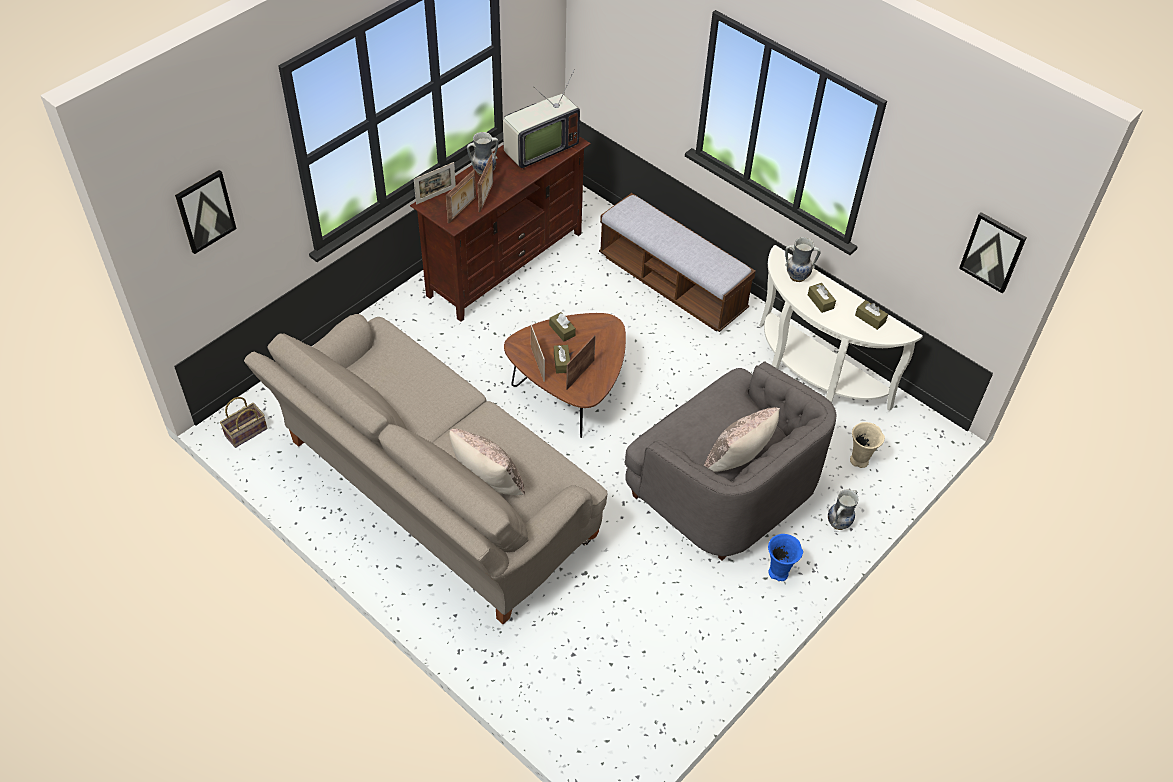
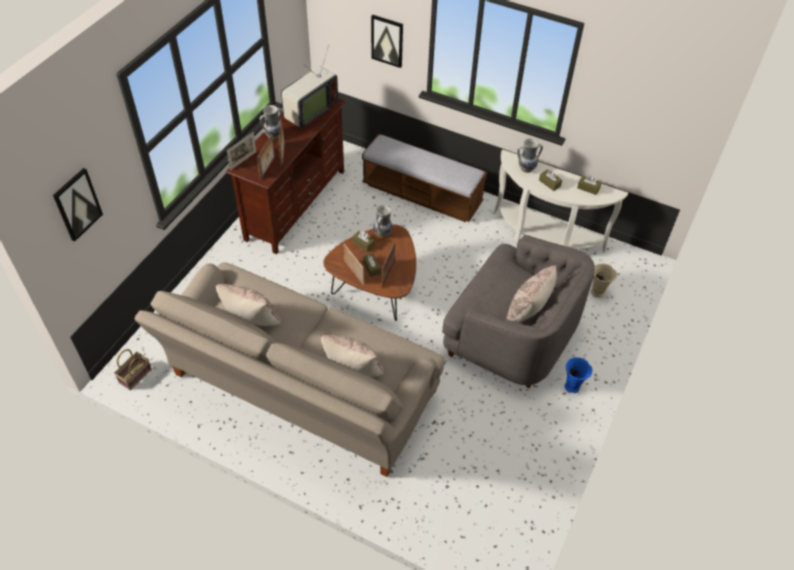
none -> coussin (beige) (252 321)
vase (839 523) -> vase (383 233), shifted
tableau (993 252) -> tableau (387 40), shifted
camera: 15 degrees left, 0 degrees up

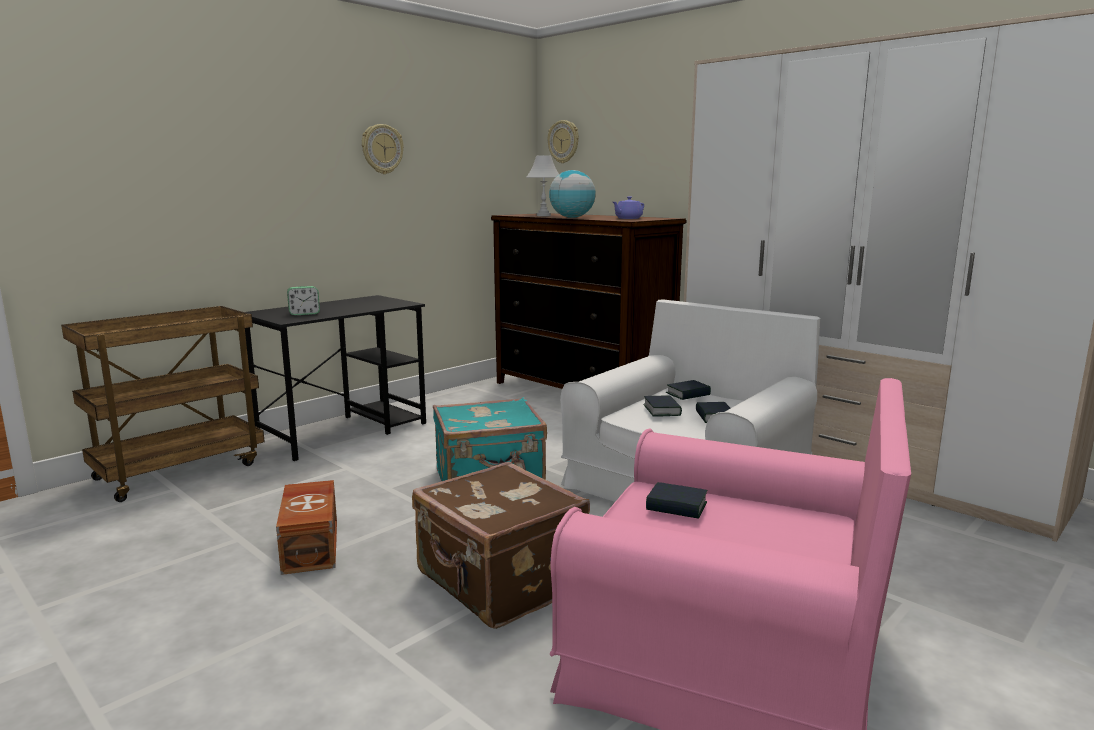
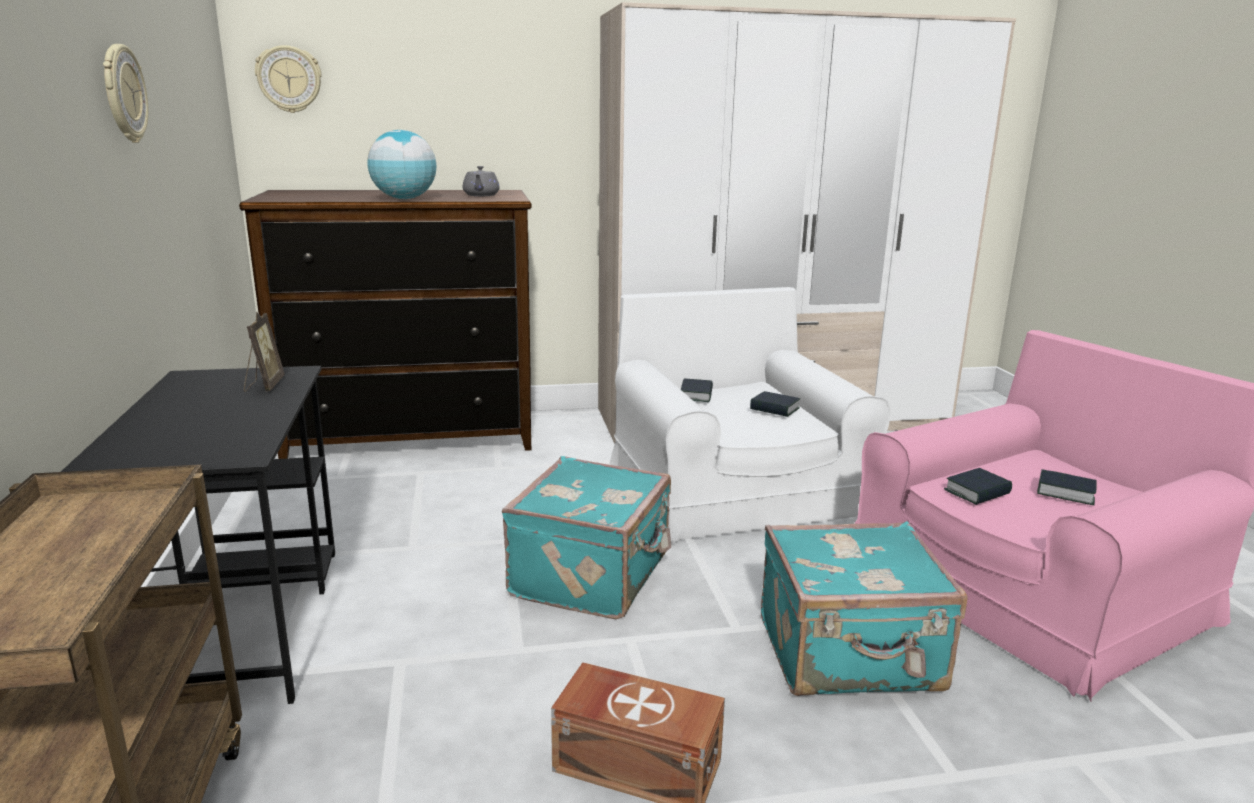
réveil (304 313) -> none
lampe de table (blanc) (544 216) -> none
none -> cadre photo (264 386)
livre (662 410) -> livre (1065 493), shifted
valise (marron) (499 582) -> valise (turquoise) (850 655)
théière (violet) (628 218) -> théière (gris) (481 195)
camera: 55 degrees left, 5 degrees up

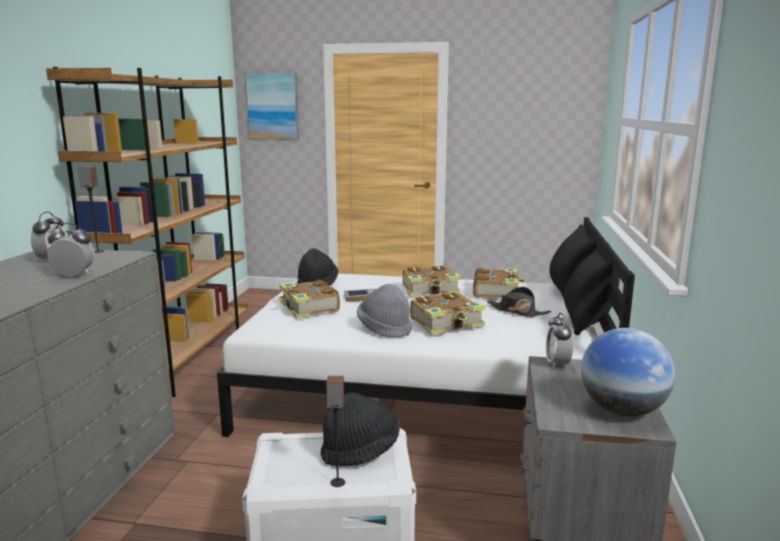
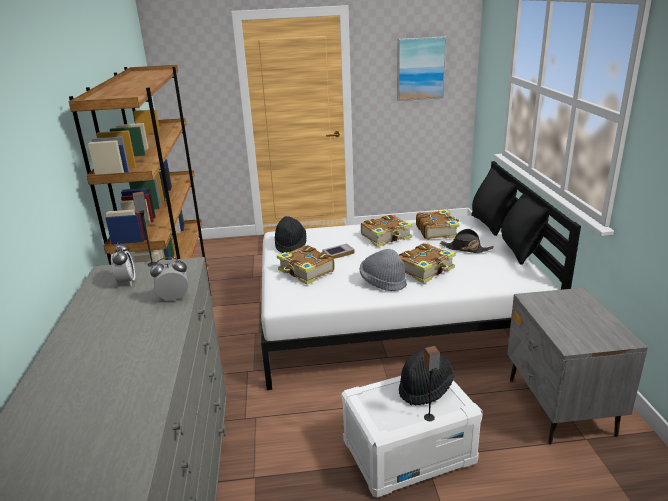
réveil (557 364) -> none
globe (622 410) -> none
tableau (272 106) -> tableau (420 68), shifted
camera: 15 degrees left, 10 degrees up

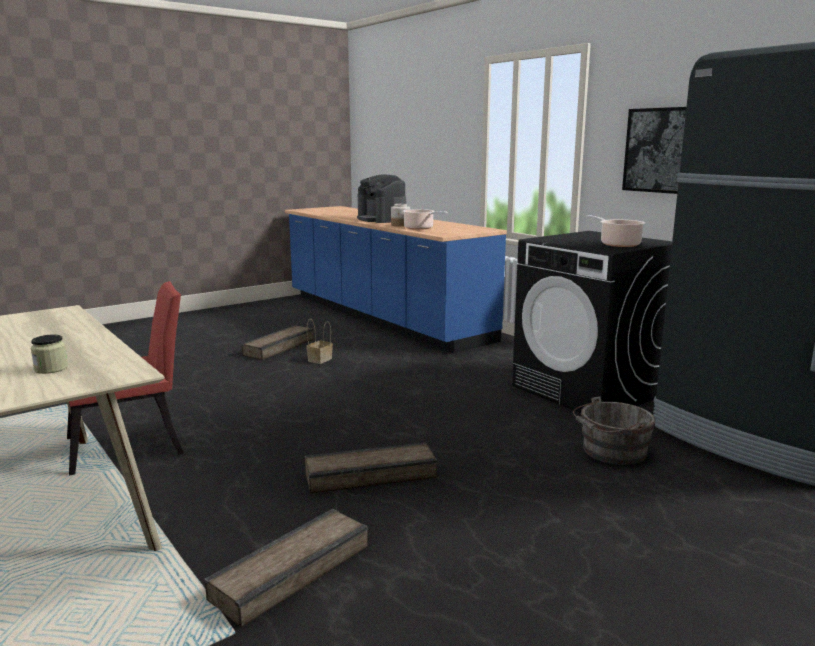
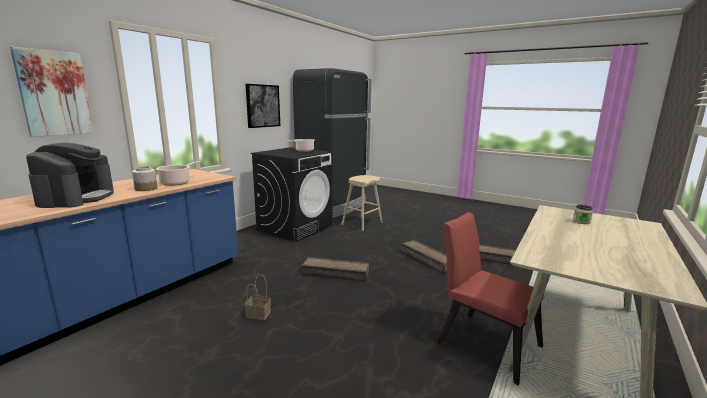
none -> tableau (54 93)
caisse (278 347) -> caisse (335 273), shifted
seau (gris) (611 451) -> tabouret (beige) (362 223)
machine à café (382 219) -> machine à café (77 198), 45 degrees counterclockwise
camera: 110 degrees left, 0 degrees up

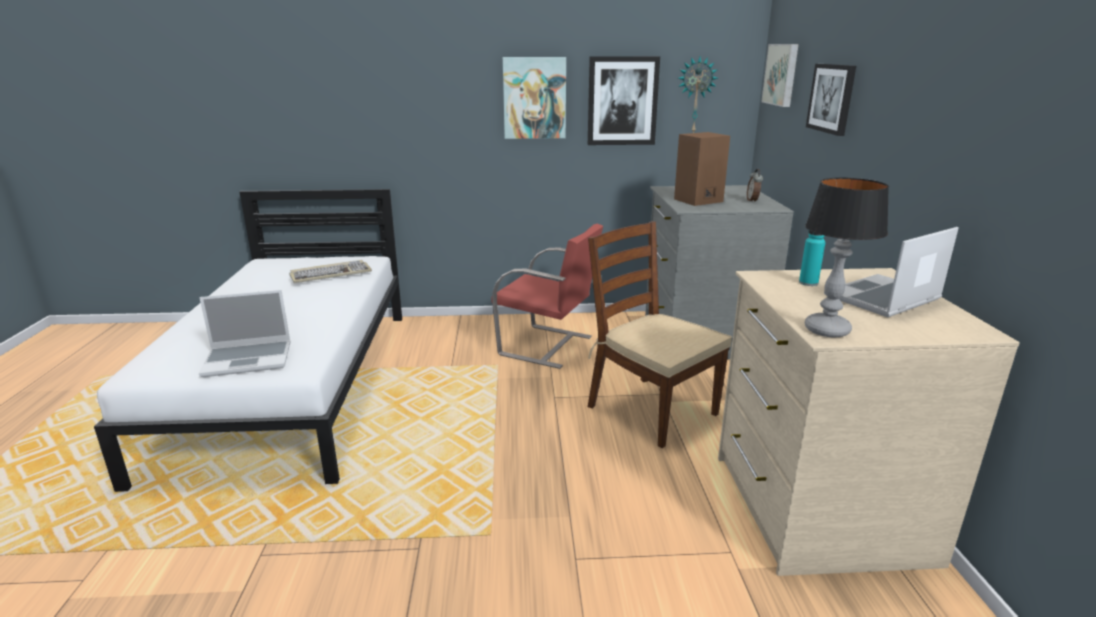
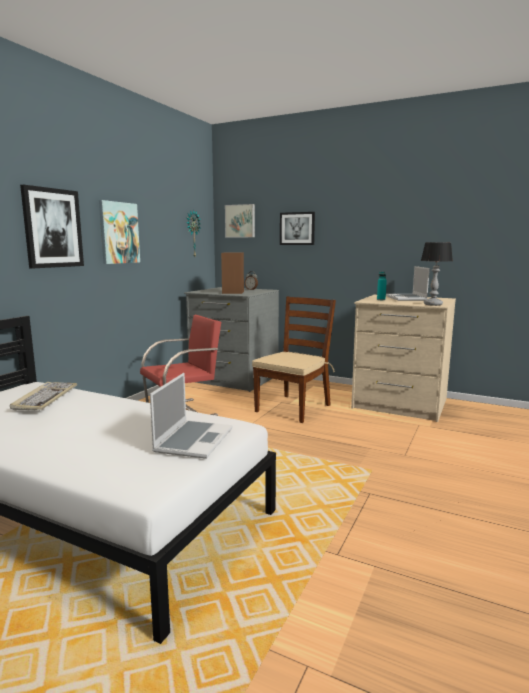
tableau (622 101) -> tableau (52 228), shifted
chaise (marron) (650 410) -> chaise (marron) (293 408), 135 degrees clockwise
camera: 60 degrees left, 10 degrees down

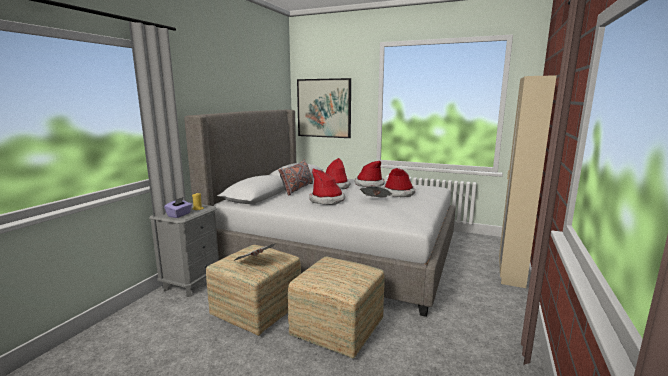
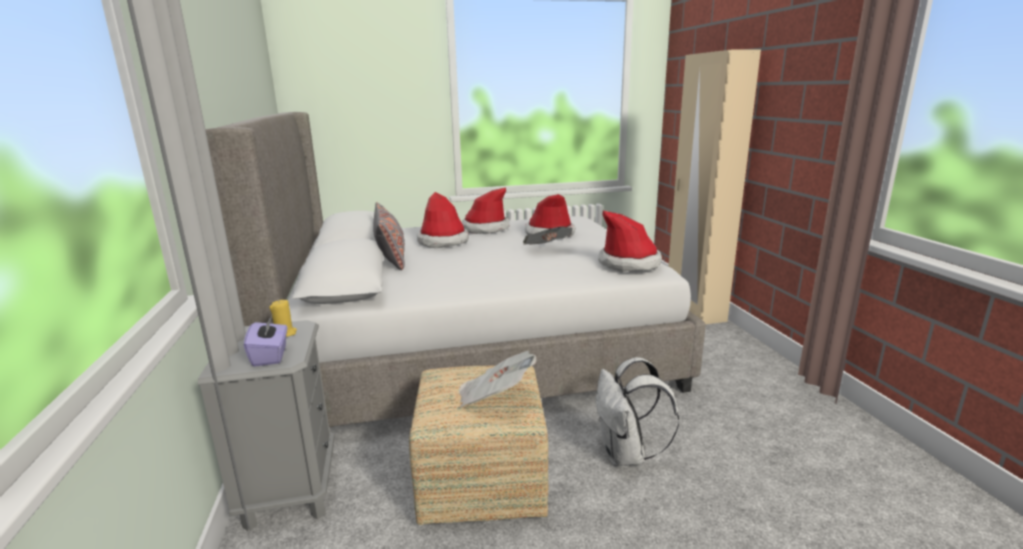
tableau (324 108) -> none
chapeau (327 200) -> chapeau (629 263), shifted
pouf (337 330) -> sac à dos (blanc) (626 455)
camera: 35 degrees left, 5 degrees up

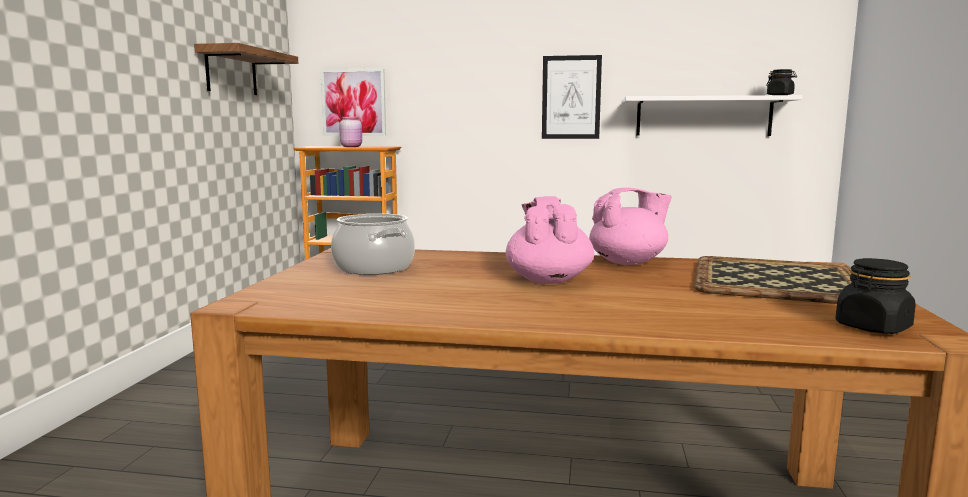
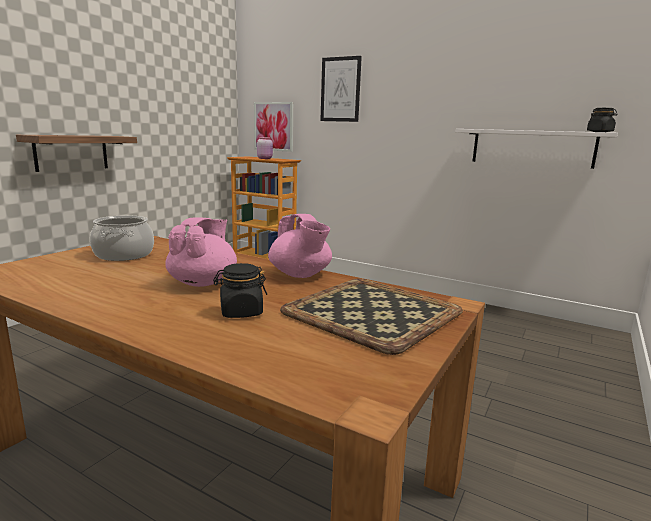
étagère (231 72) -> étagère (71 152), shifted
tableau (571 97) -> tableau (340 89), shifted
bocal (noir) (872 327) -> bocal (noir) (241 312), shifted
théière (rose) (628 262) -> théière (rose) (300 275), 60 degrees clockwise
camera: 20 degrees right, 5 degrees up

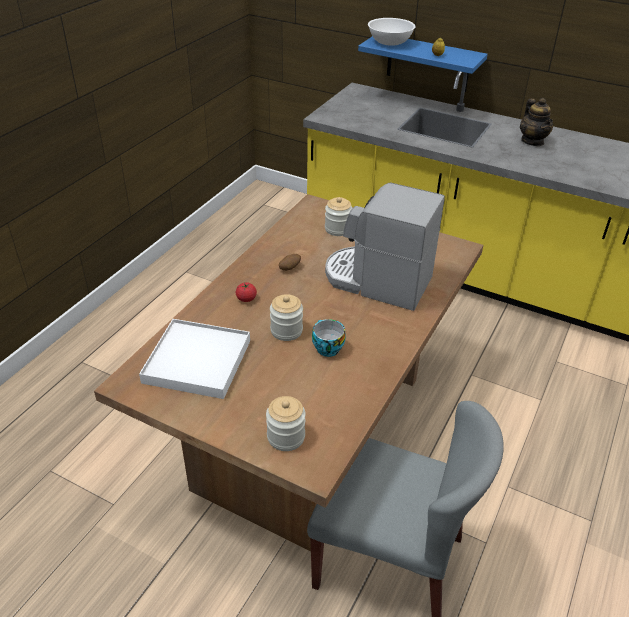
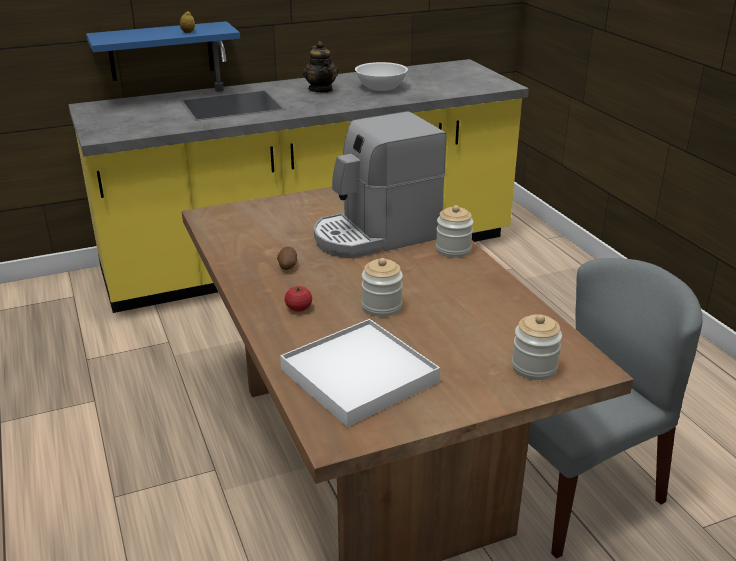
tasse (326 348) -> none
bocal (338 229) -> bocal (453 250), shifted
bol (blanc) (389 42) -> bol (blanc) (381 88), shifted
théière (532 141) -> théière (321 90), 45 degrees clockwise
camera: 50 degrees left, 10 degrees down

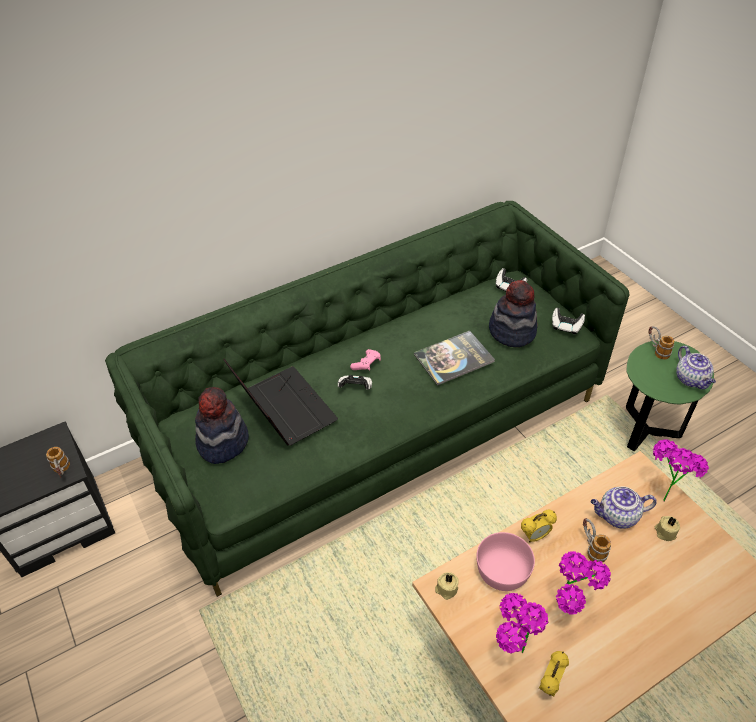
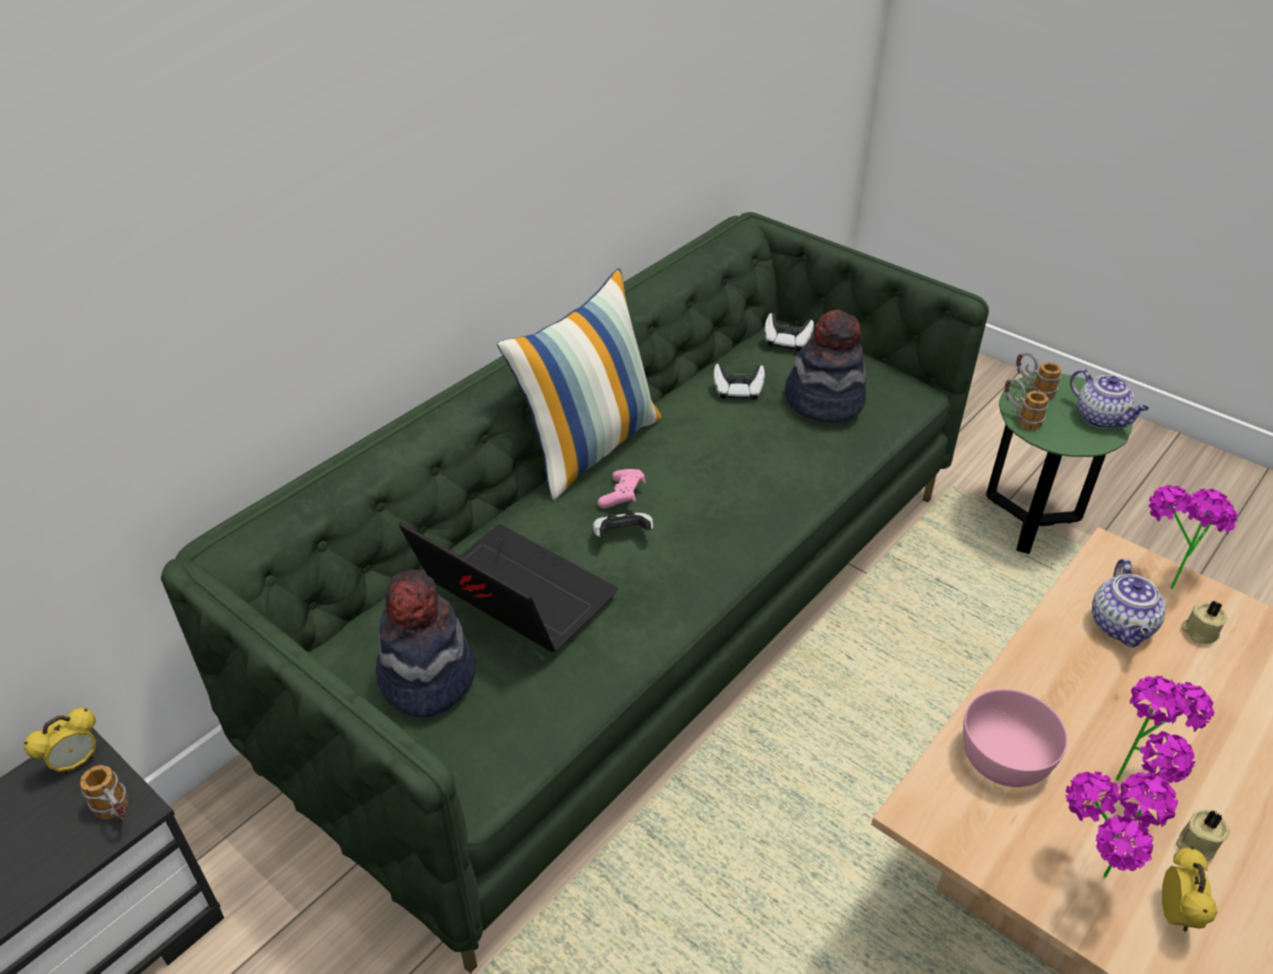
livre (454 358) -> none
none -> coussin (589 446)
bougie (beige) (446 589) -> bougie (beige) (1195 843), shifted
réveil (534 536) -> réveil (77 762), shifted
manette (566 327) -> manette (738 391), shifted
mug (591 547) -> mug (1019 418), shifted
théière (617 516) -> théière (1121 627), 60 degrees counterclockwise
camera: 20 degrees left, 5 degrees down

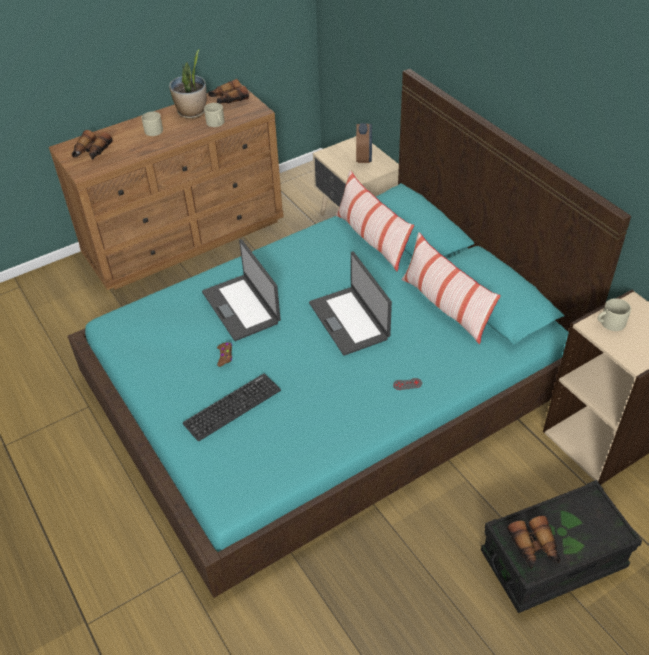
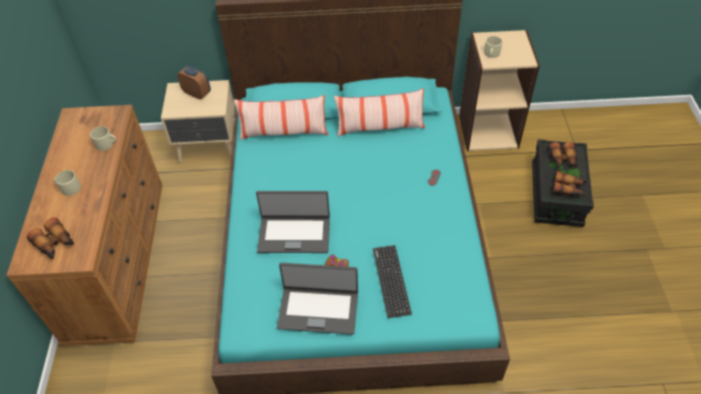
plante en pot (192 112) -> none
jumelles (228 99) -> jumelles (562 160), shifted
ordinateur portable (350 320) -> ordinateur portable (318 309), shifted
camera: 60 degrees left, 5 degrees up

